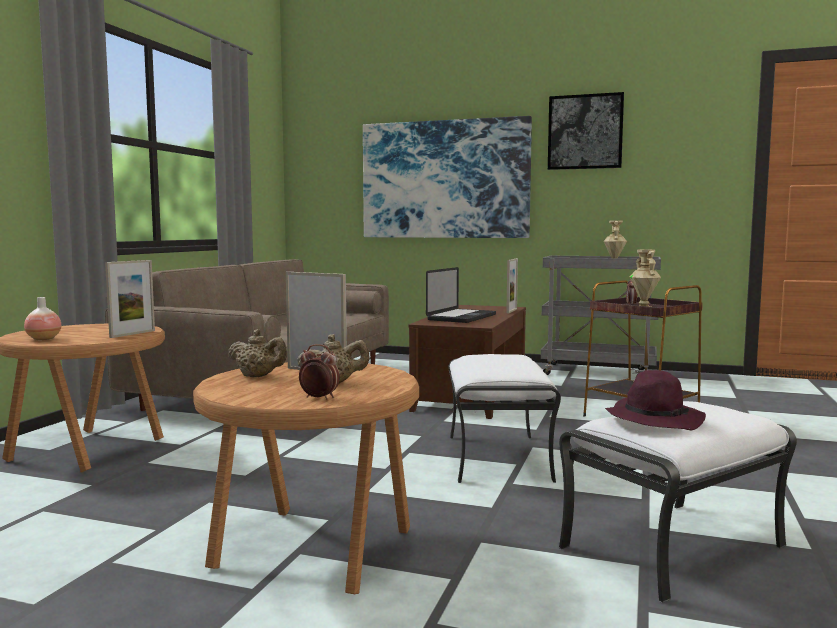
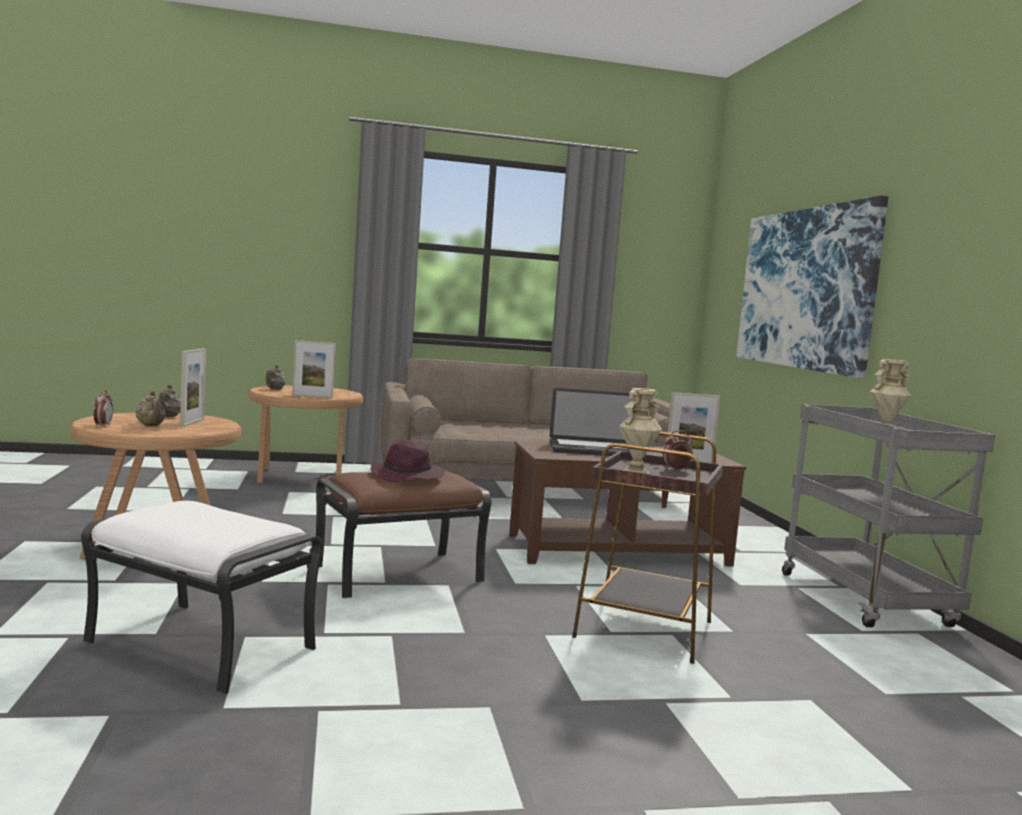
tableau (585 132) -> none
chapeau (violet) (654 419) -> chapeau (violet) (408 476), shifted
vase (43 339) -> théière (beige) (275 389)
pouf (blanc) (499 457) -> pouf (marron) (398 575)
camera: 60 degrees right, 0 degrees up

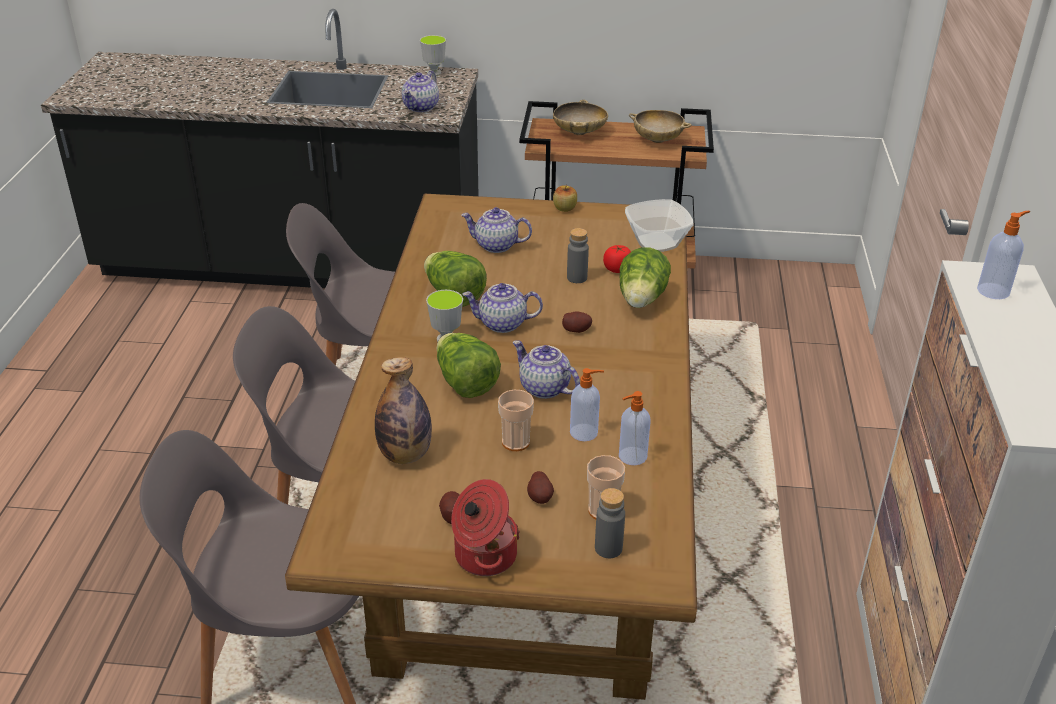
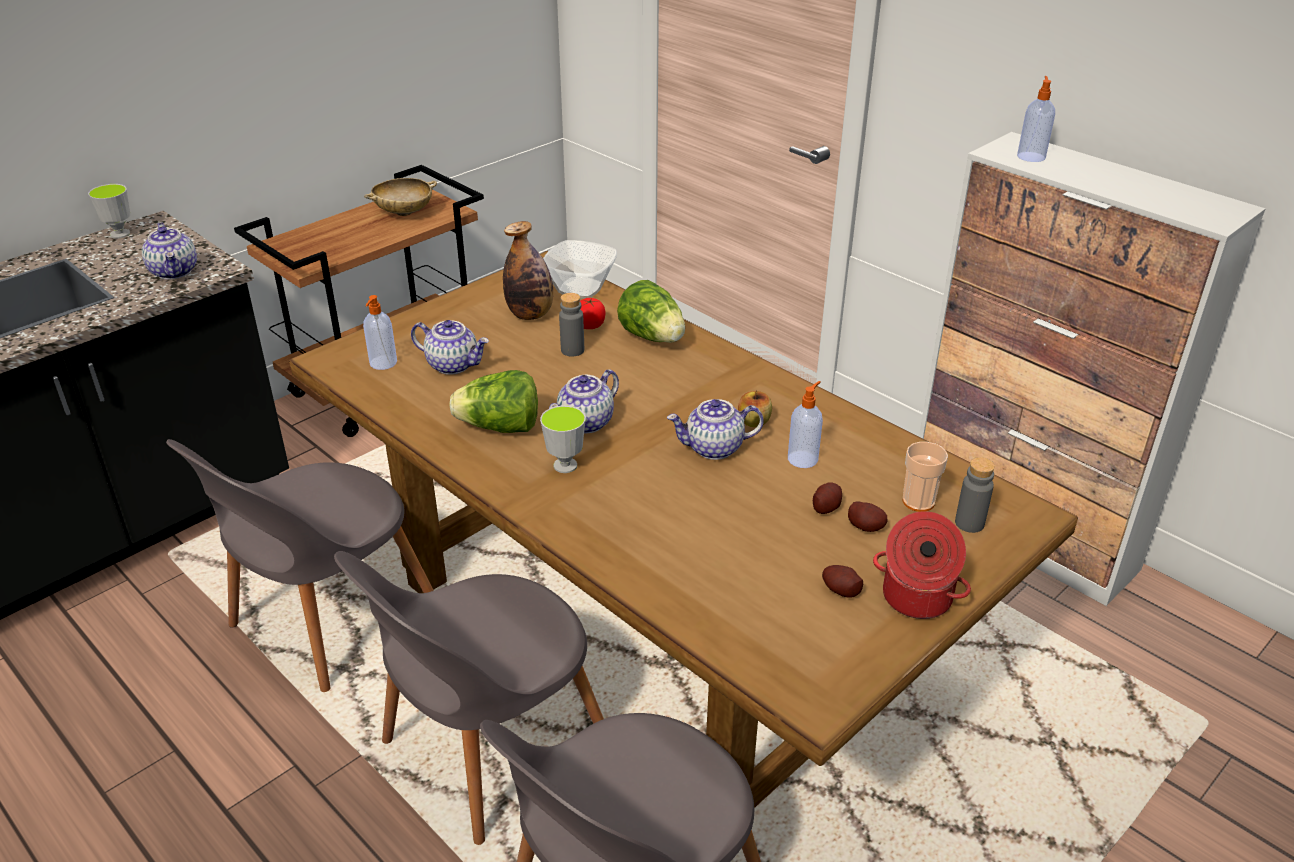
laitue (465 383) -> none
tasse (515 442) -> none
bol (beige) (580 132) -> none
bouteille (405 455) -> bouteille (530 314), shifted
pomme (564 208) -> pomme (754 422), shifted
pomme de terre (577 329) -> pomme de terre (826 507), shifted
distributeur de savon (631 456) -> distributeur de savon (383 363), shifted
théière (496 245) -> théière (453 365), 120 degrees counterclockwise
camera: 50 degrees left, 0 degrees up

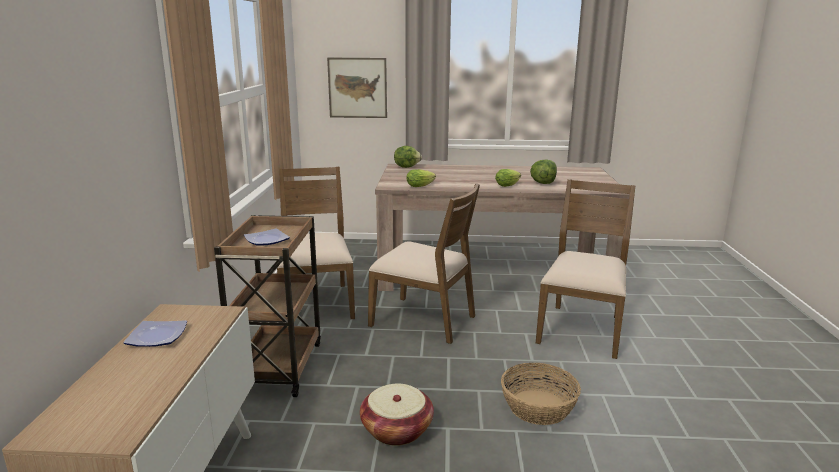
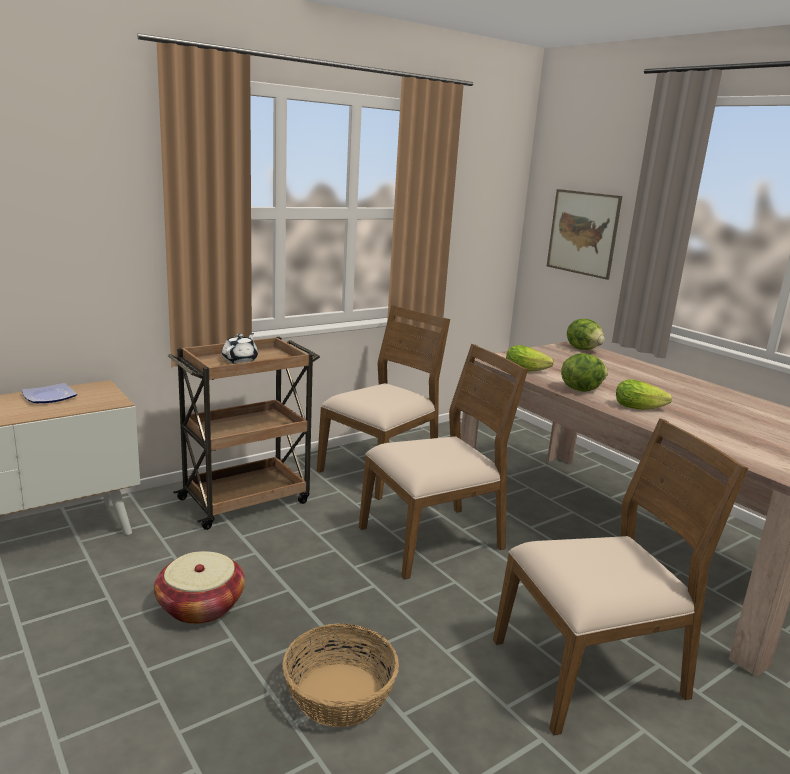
laitue (543 183) -> laitue (580 389), shifted
assiette (266 240) -> théière (blanc) (240 360)
chaise (marron) (424 320) -> chaise (marron) (433 539), 105 degrees counterclockwise
camera: 50 degrees right, 0 degrees up

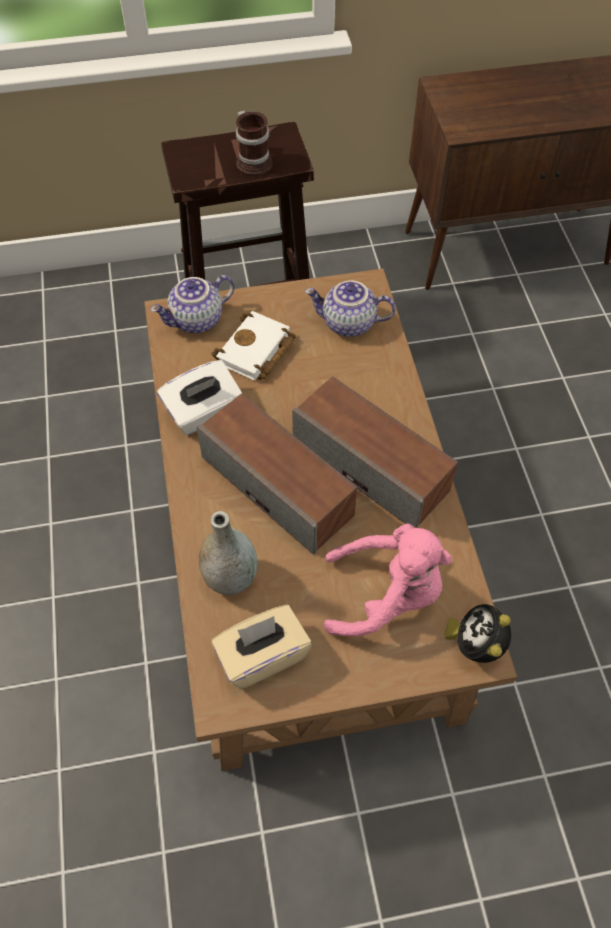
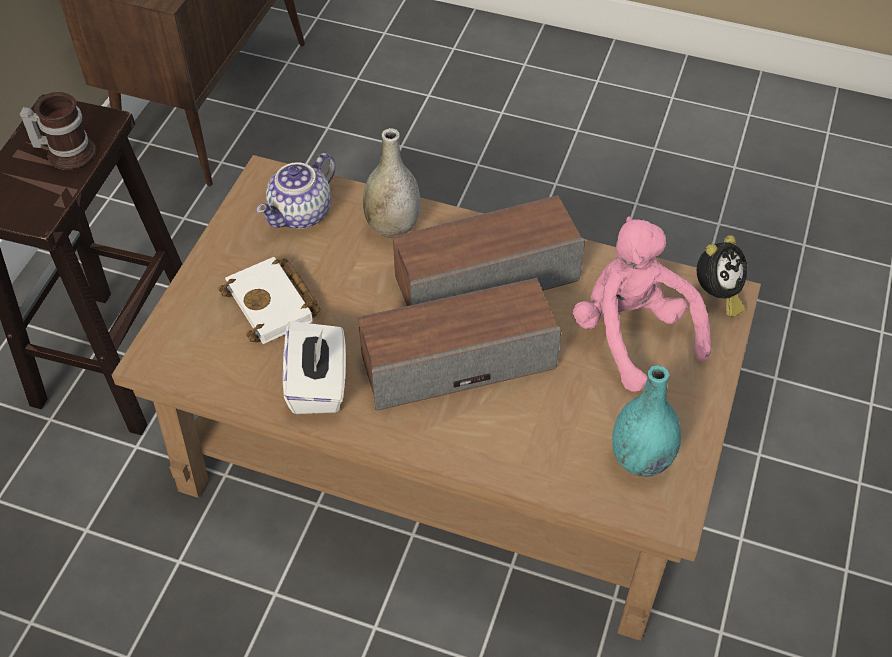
théière (197 321) -> none
vase (gris) (230 577) -> vase (gris) (392 227), shifted
boîte à mouchoirs (beige) (262 656) -> vase (turquoise) (640 459)
peluche (rose) (386 595) -> peluche (rose) (632 334), 60 degrees counterclockwise
réveil (475 644) -> réveil (716 295), 90 degrees counterclockwise
camera: 60 degrees left, 5 degrees down

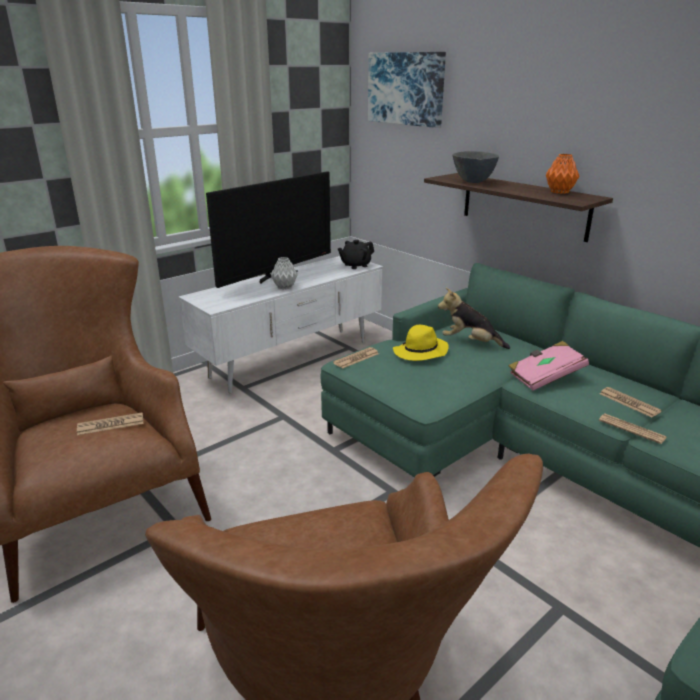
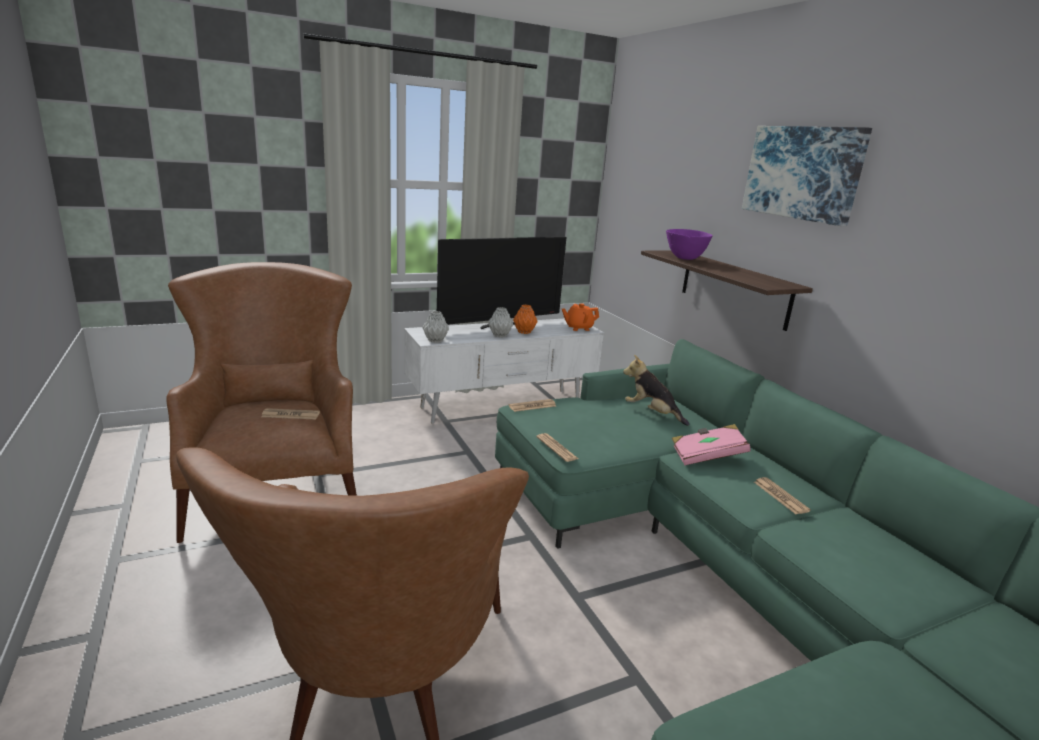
chapeau (jaune) (420 353) -> none
none -> vase (gris) (435 340)
tableau (406 89) -> tableau (803 173), shifted
vase (orange) (559 192) -> vase (orange) (524 332), shifted
journal (631 429) -> journal (557 448), shifted
théière (noir) (355 265) -> théière (orange) (578 328)
bol (gris) (474 182) -> bol (violet) (685 259)
camera: 15 degrees right, 5 degrees down

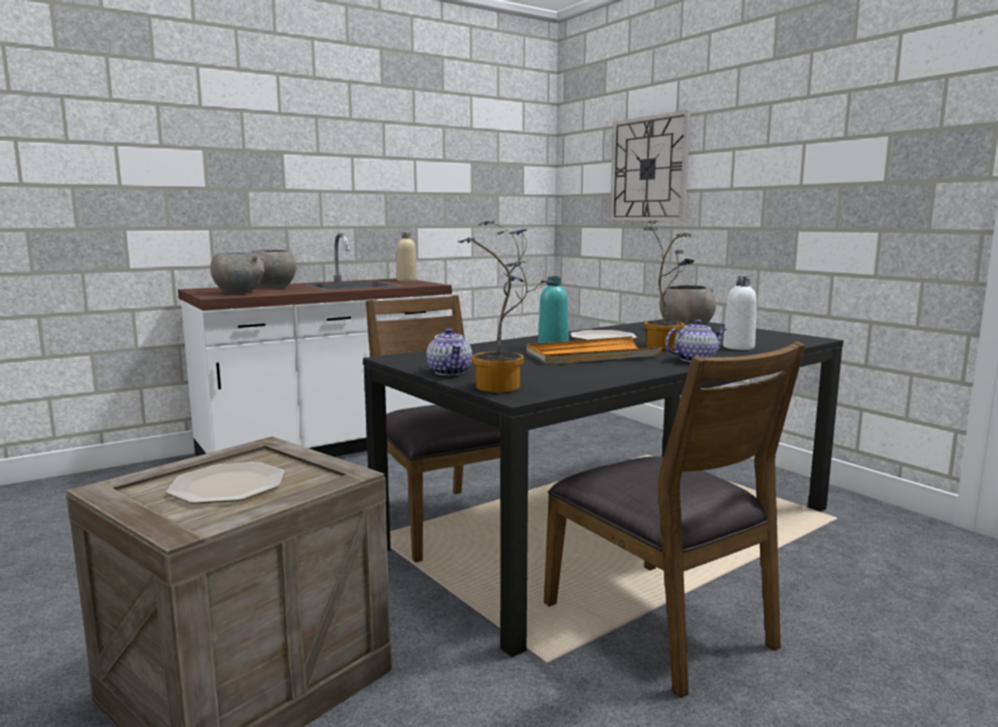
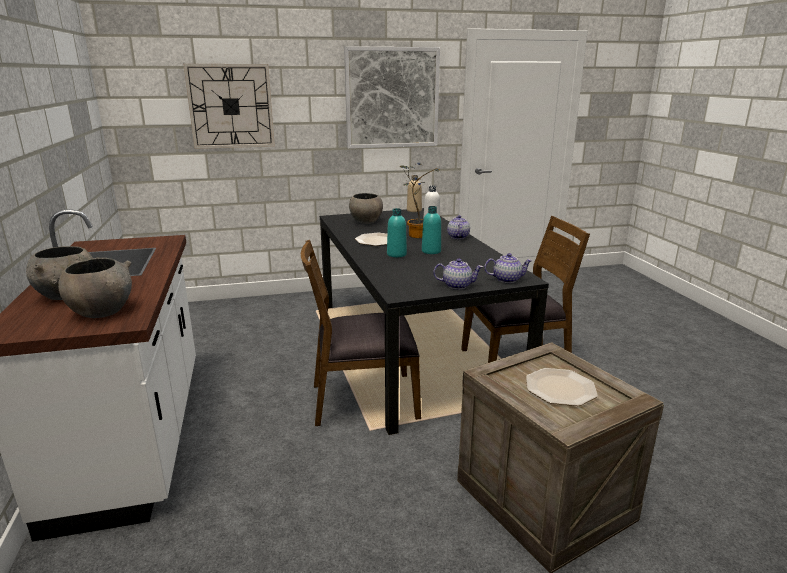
none -> tableau (392 98)
bouteille (beige) (407 280) -> bouteille (beige) (414 210), shifted
plante en pot (504 388) -> théière (507 279)
plateau (orange) (591 356) -> bouteille (turquoise) (431 251)
camera: 70 degrees left, 10 degrees up

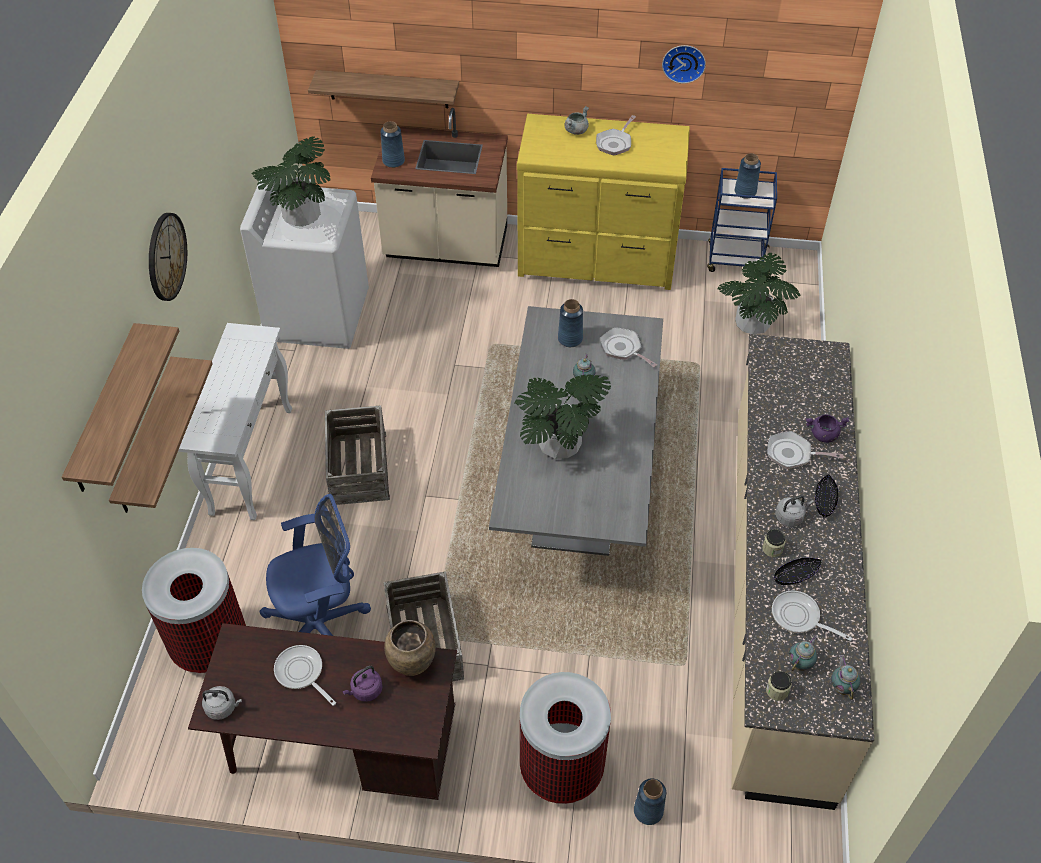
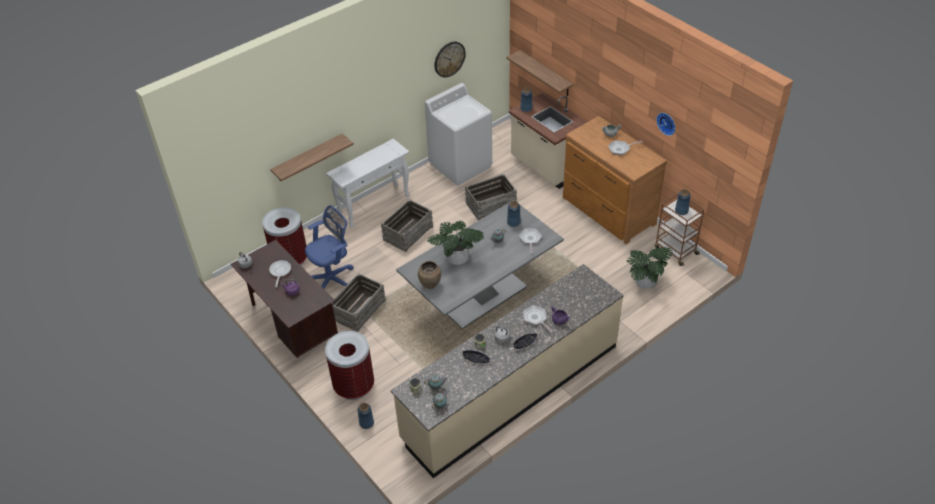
étagère (105 410) -> none
plante en pot (301 217) -> none
poêle (799 617) -> none
none -> caisse (491 204)
horloge murale (166 256) -> horloge murale (449 59), shifted
vase (marron) (412 664) -> vase (marron) (430 284), shifted
commode (jaune) (597 260) -> commode (marron) (607 211)
chariot (bleu) (735 260) -> chariot (marron) (675 250)
chaise de bureau (bleu) (322 625) -> chaise de bureau (bleu) (332 279), 60 degrees counterclockwise
camera: 45 degrees right, 5 degrees down

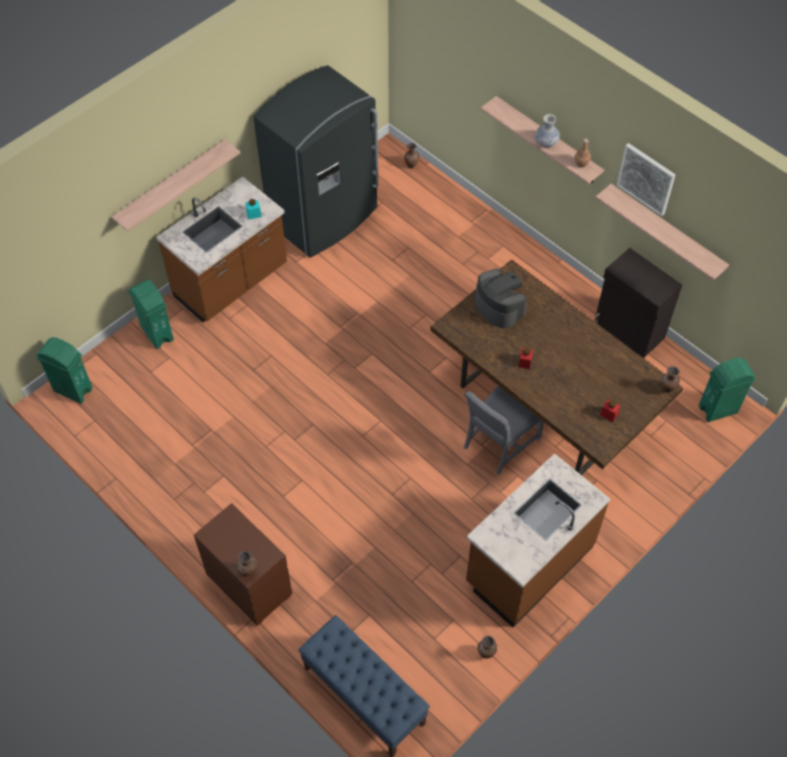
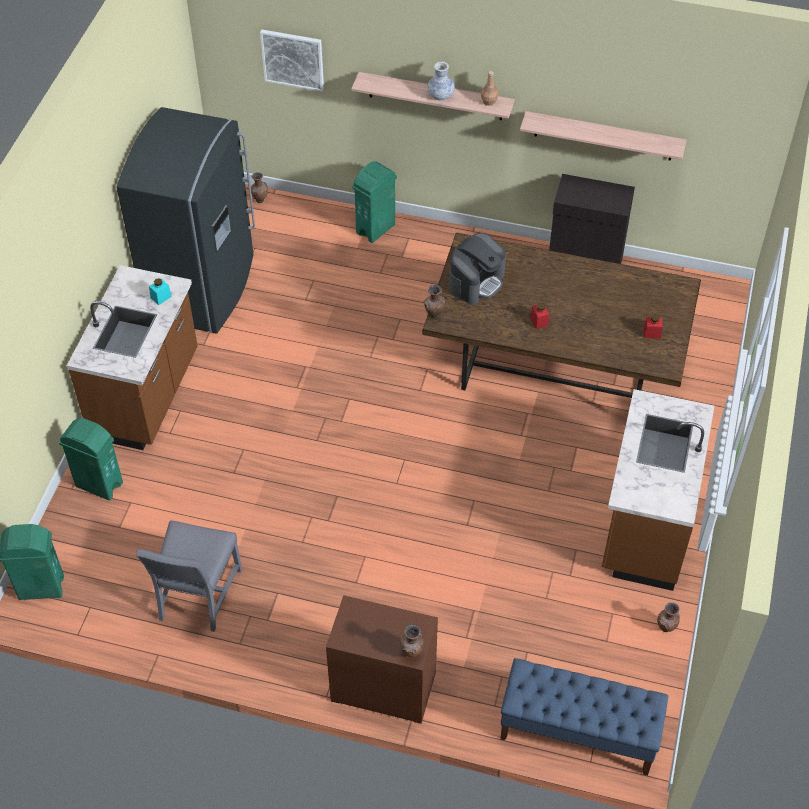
étagère (171 185) -> none
chaise (gris) (499 443) -> chaise (gris) (197 596), shifted
tableau (646 178) -> tableau (293 59), shifted
vase (marron) (666 389) -> vase (marron) (434 315), shifted
poubelle (vert) (718 409) -> poubelle (vert) (376 229), shifted
machine à café (499 306) -> machine à café (476 281), 105 degrees clockwise
camera: 30 degrees left, 5 degrees down

